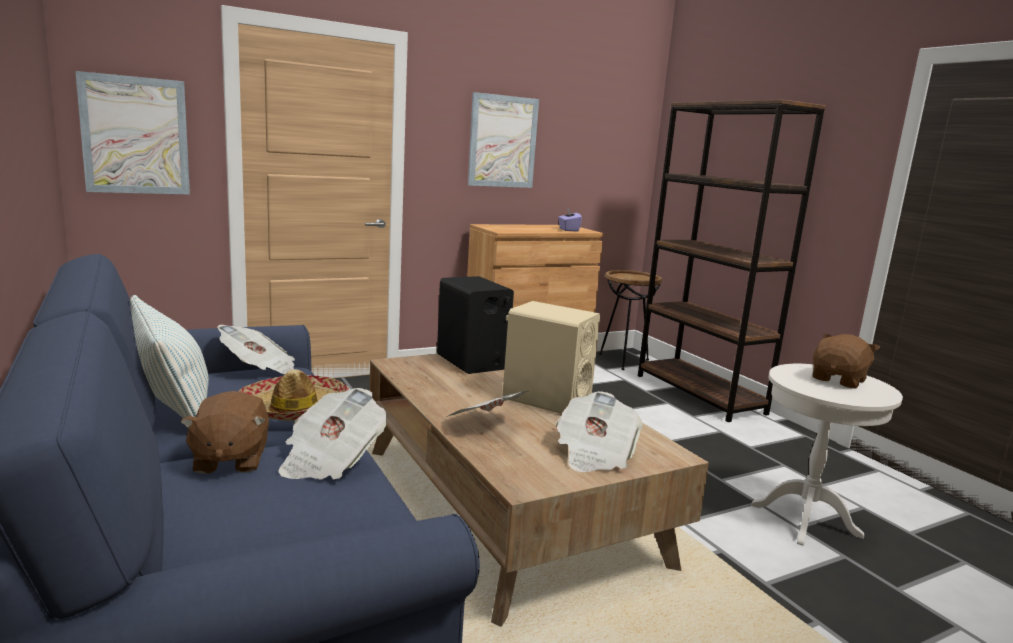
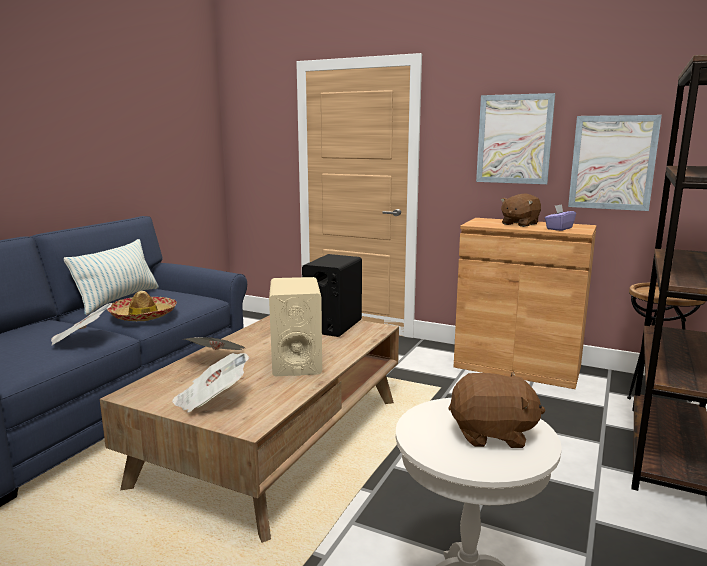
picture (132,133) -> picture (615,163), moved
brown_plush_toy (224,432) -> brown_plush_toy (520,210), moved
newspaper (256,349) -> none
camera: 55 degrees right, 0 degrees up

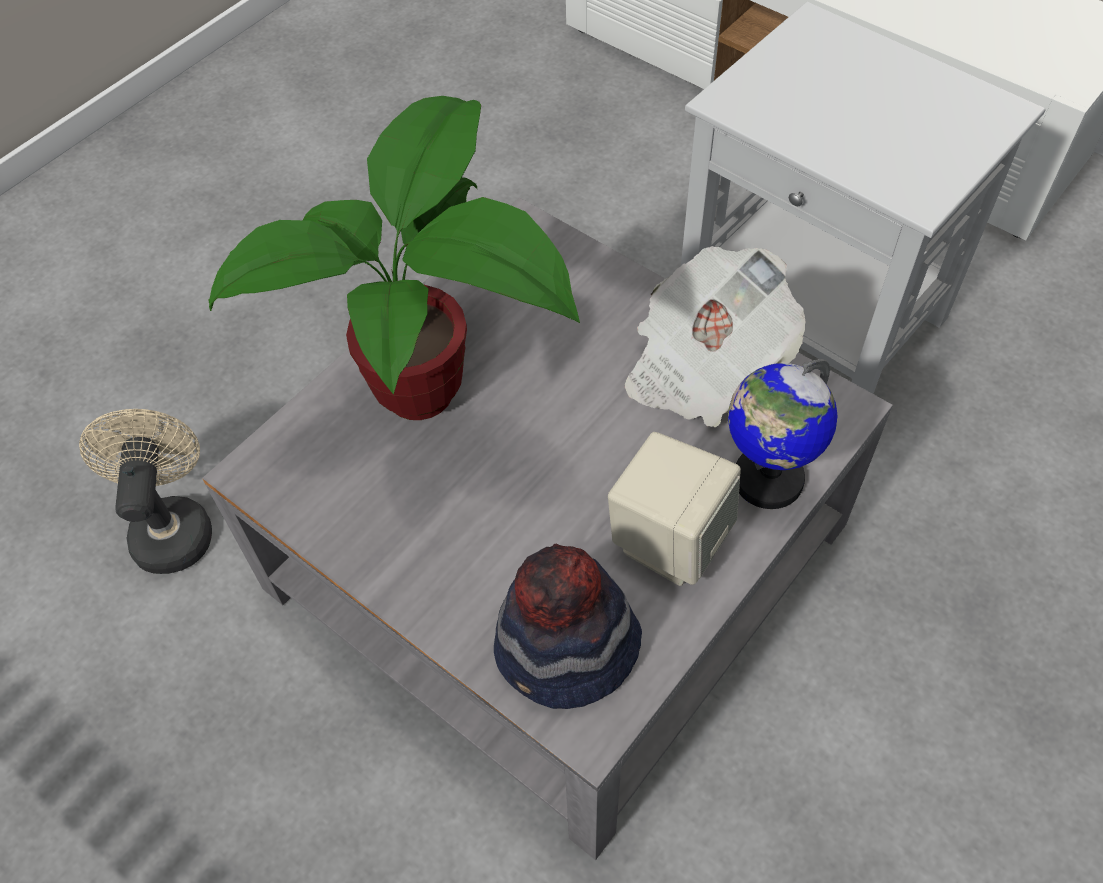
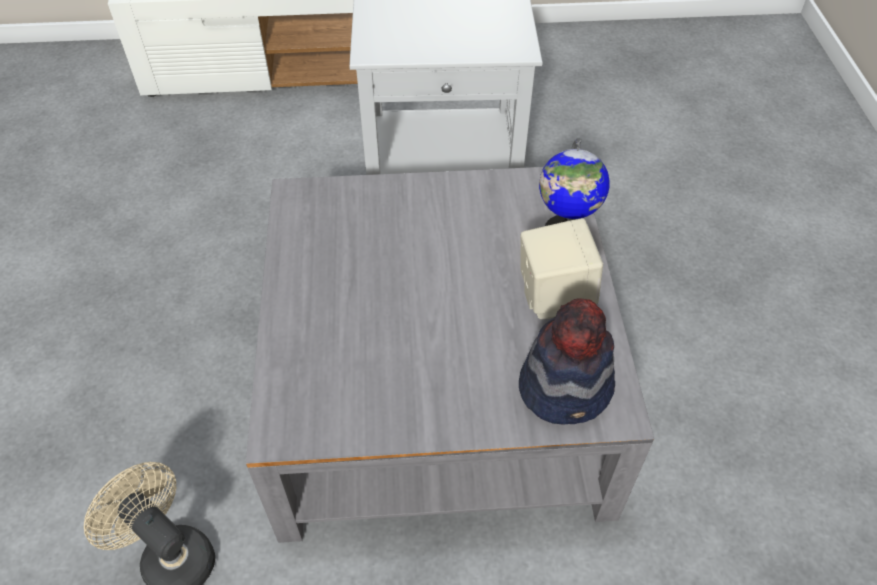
potted_plant (394,258) -> none
newspaper (715,336) -> none
camera: 45 degrees left, 5 degrees down

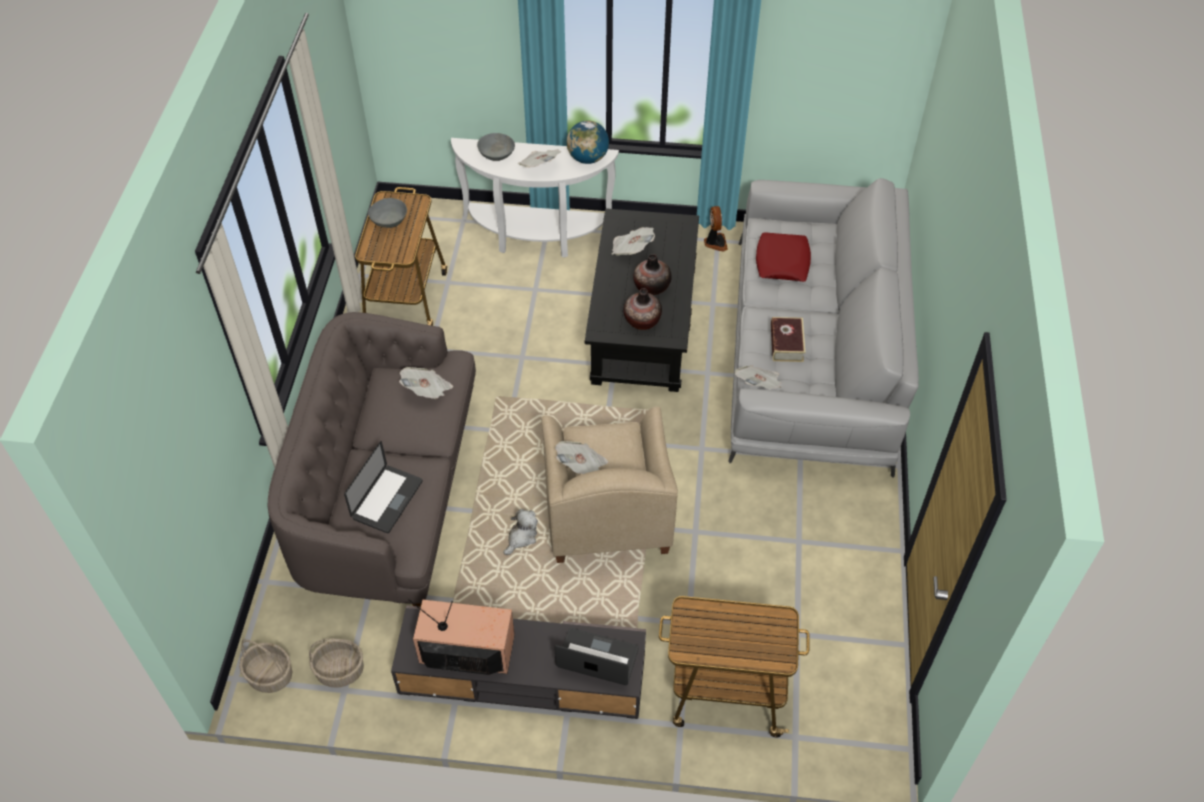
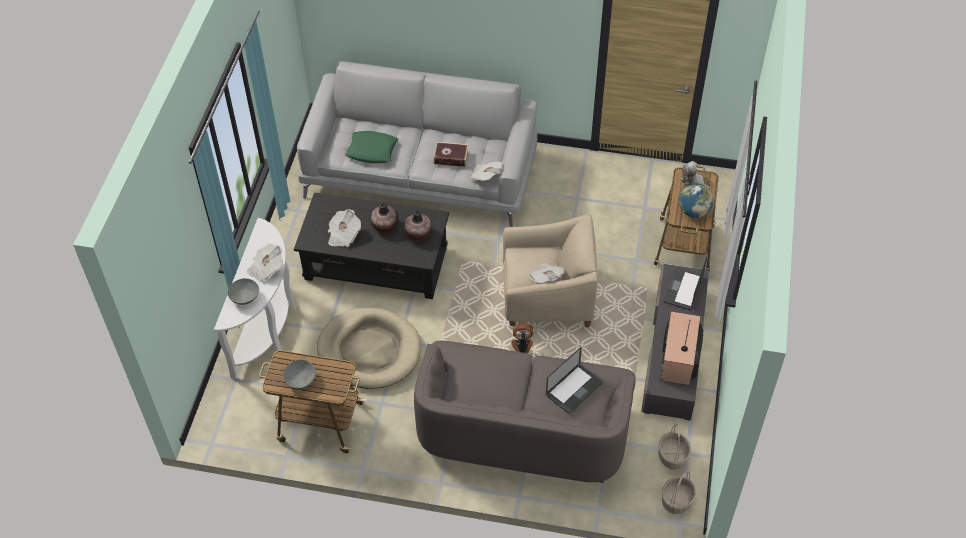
laptop (383,487) -> laptop (574,380), 105 degrees clockwise
newspaper (426,383) -> none
plush_toy (521,532) -> plush_toy (695,175), moved
globe (588,142) -> globe (696,201), moved
fan (716,228) -> fan (522,338), moved
red_pillow (783,257) -> green_pillow (371,147)
none -> beige_dog_bed (369,348)
camera: 85 degrees left, 0 degrees up

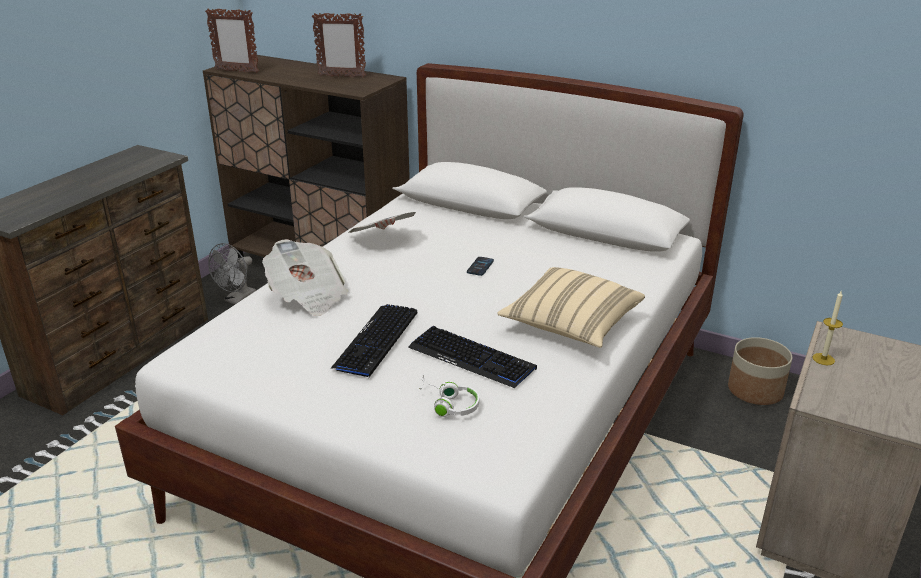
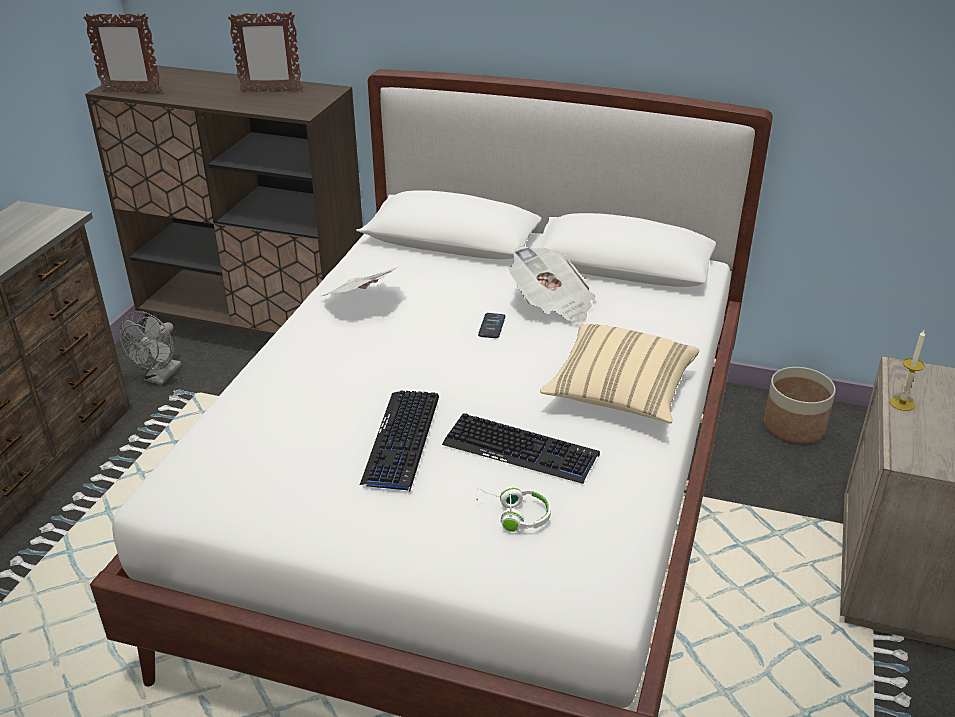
newspaper (305,277) -> newspaper (552,286), moved
camera: 10 degrees left, 5 degrees up

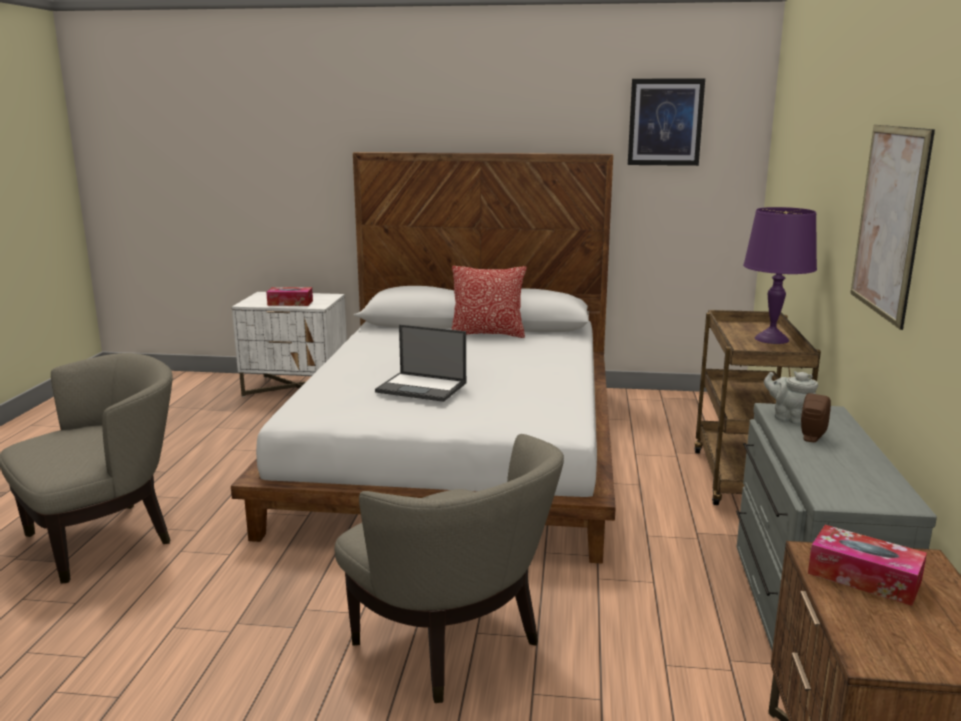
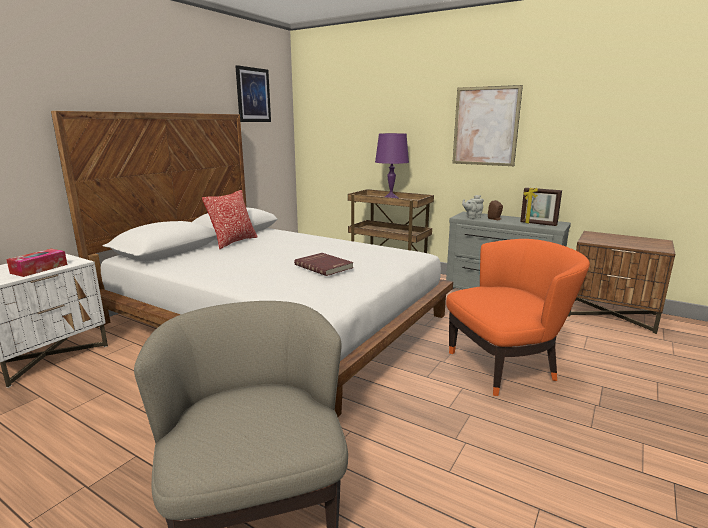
beige_armchair (449,568) -> orange_armchair (518,317)
laptop (420,363) -> red_book (324,264)
tissue_box (867,565) -> none
none -> picture_frame (541,207)
camera: 65 degrees left, 0 degrees up

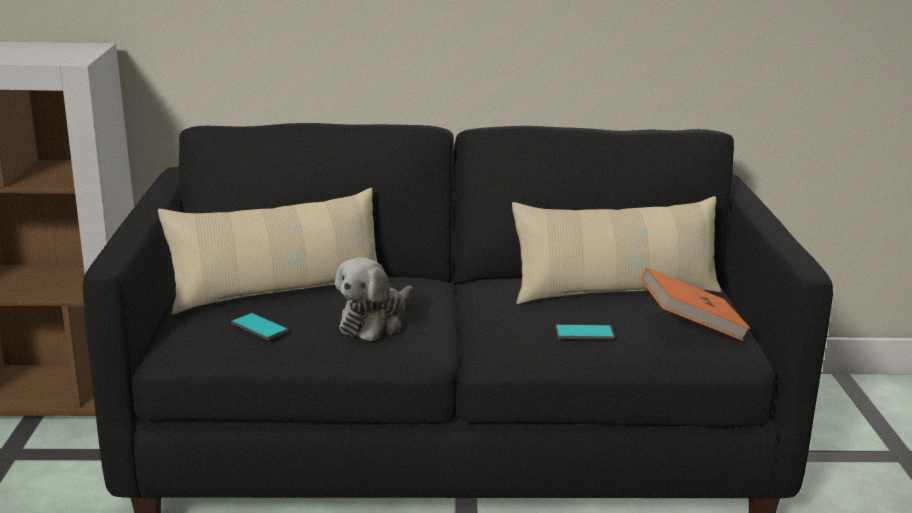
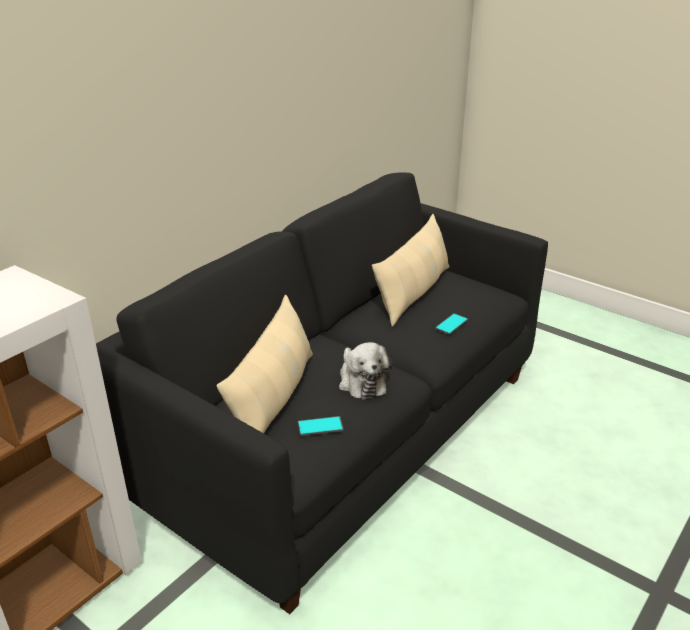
orange_book (695,304) -> none
camera: 50 degrees left, 10 degrees up

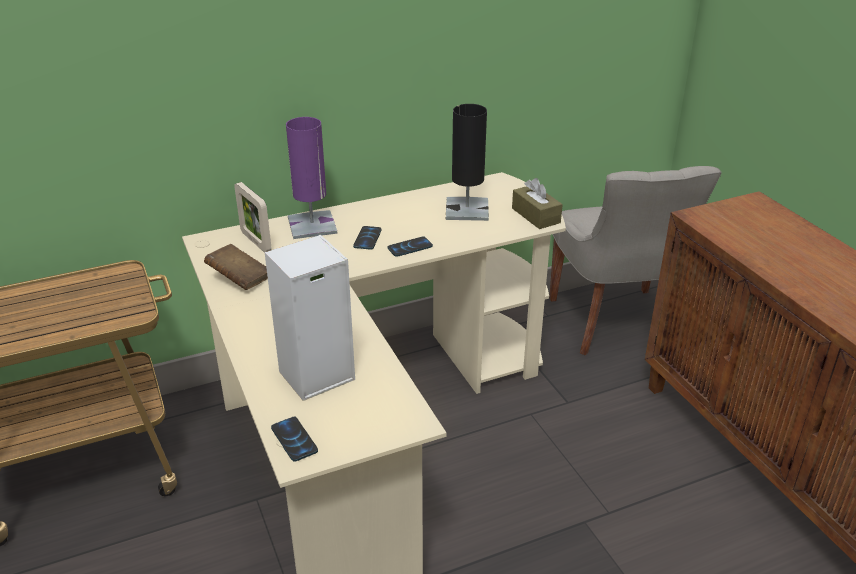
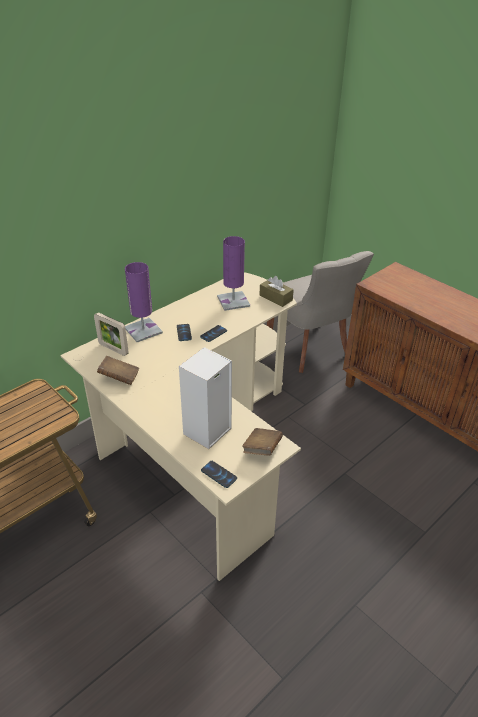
black_table_lamp (467,162) -> purple_table_lamp (233,273)
none -> brown_book (262,442)
camera: 20 degrees left, 5 degrees up

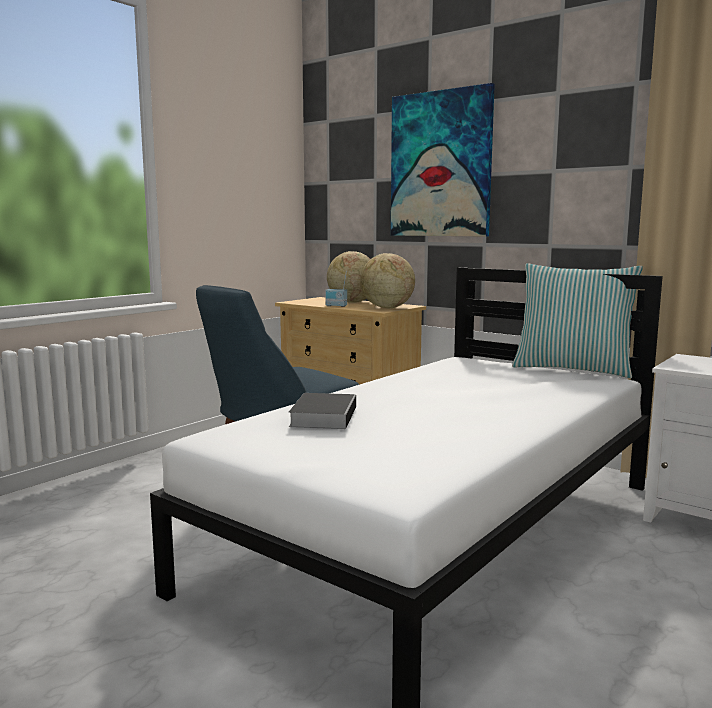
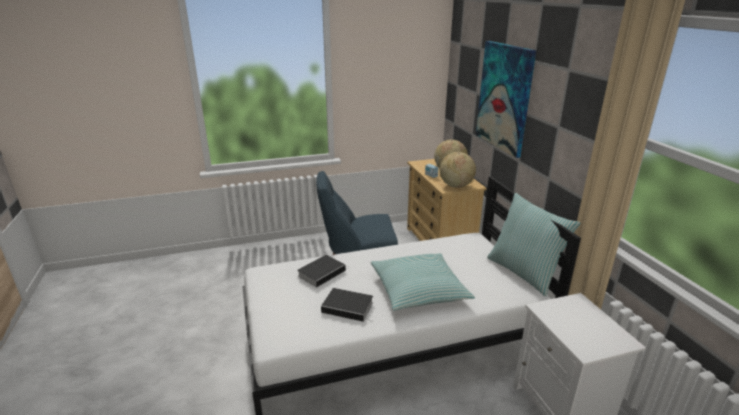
none -> book (347,305)
none -> pillow (423,282)
camera: 35 degrees right, 15 degrees up

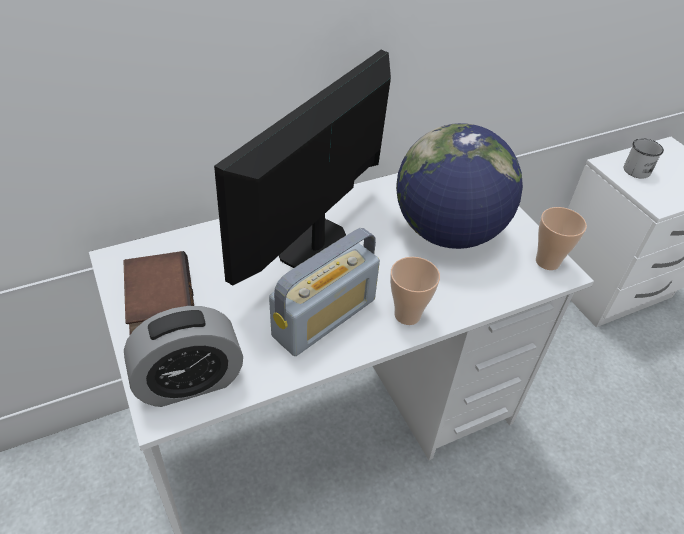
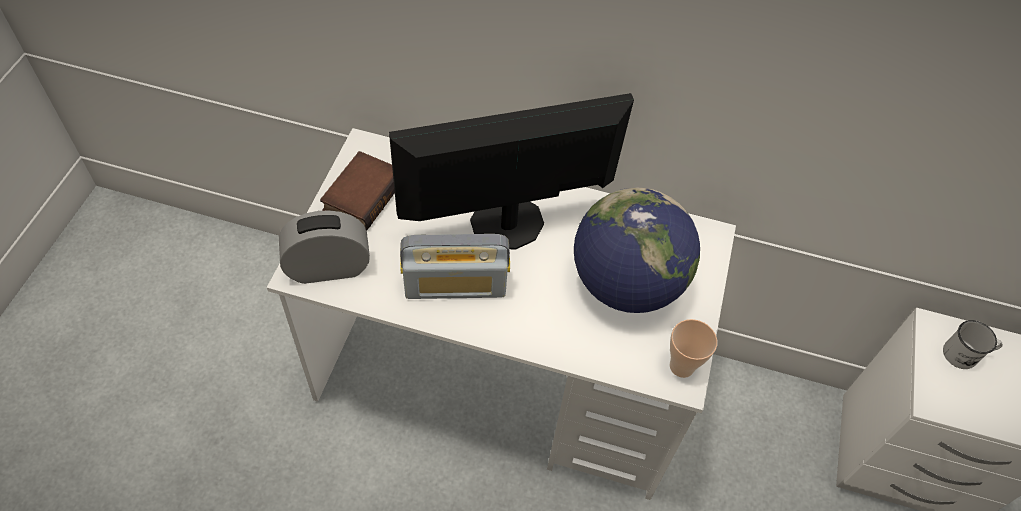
alarm_clock (183,356) -> alarm_clock (324,247), 150 degrees clockwise
cup (415,291) -> none
camera: 40 degrees right, 10 degrees up

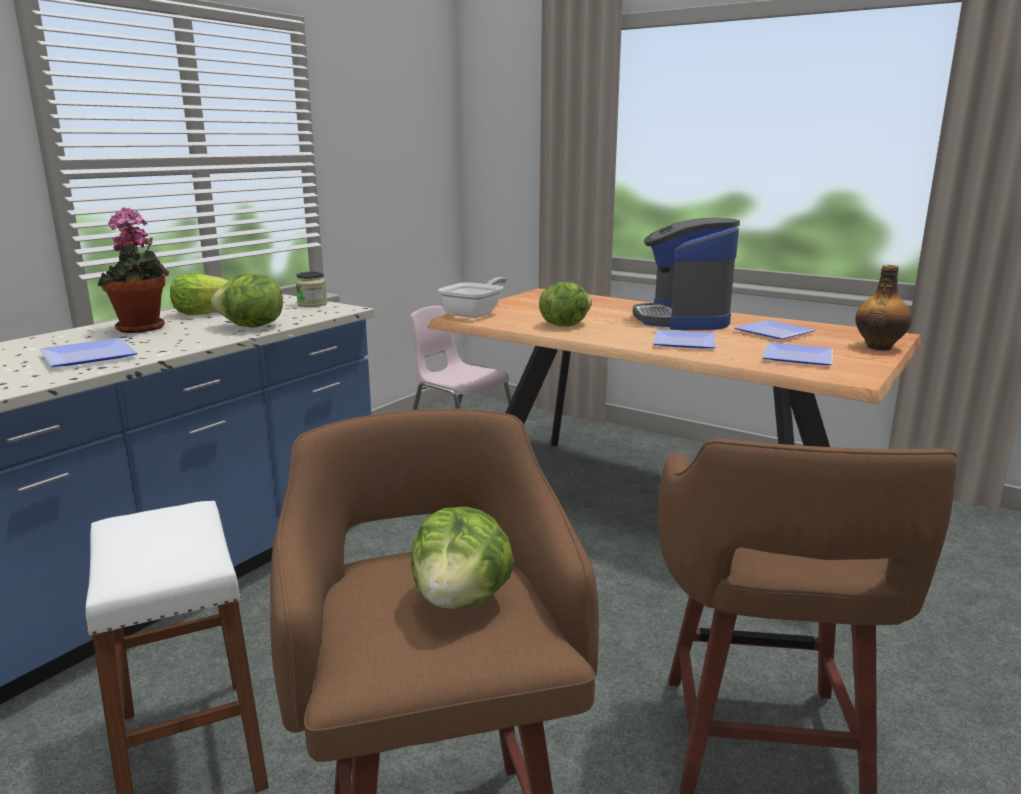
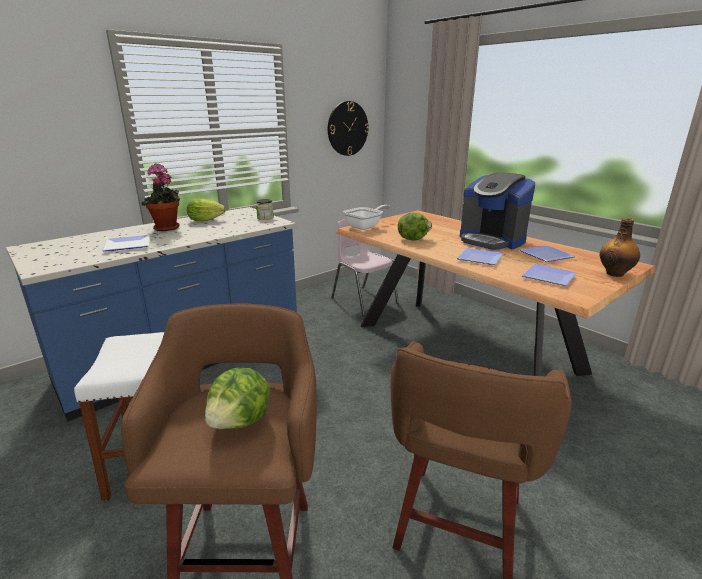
lettuce (247,300) -> none
coffee_machine (686,274) -> coffee_machine (497,211), 60 degrees counterclockwise
none -> wall_clock (348,128)
camera: 15 degrees right, 5 degrees up

